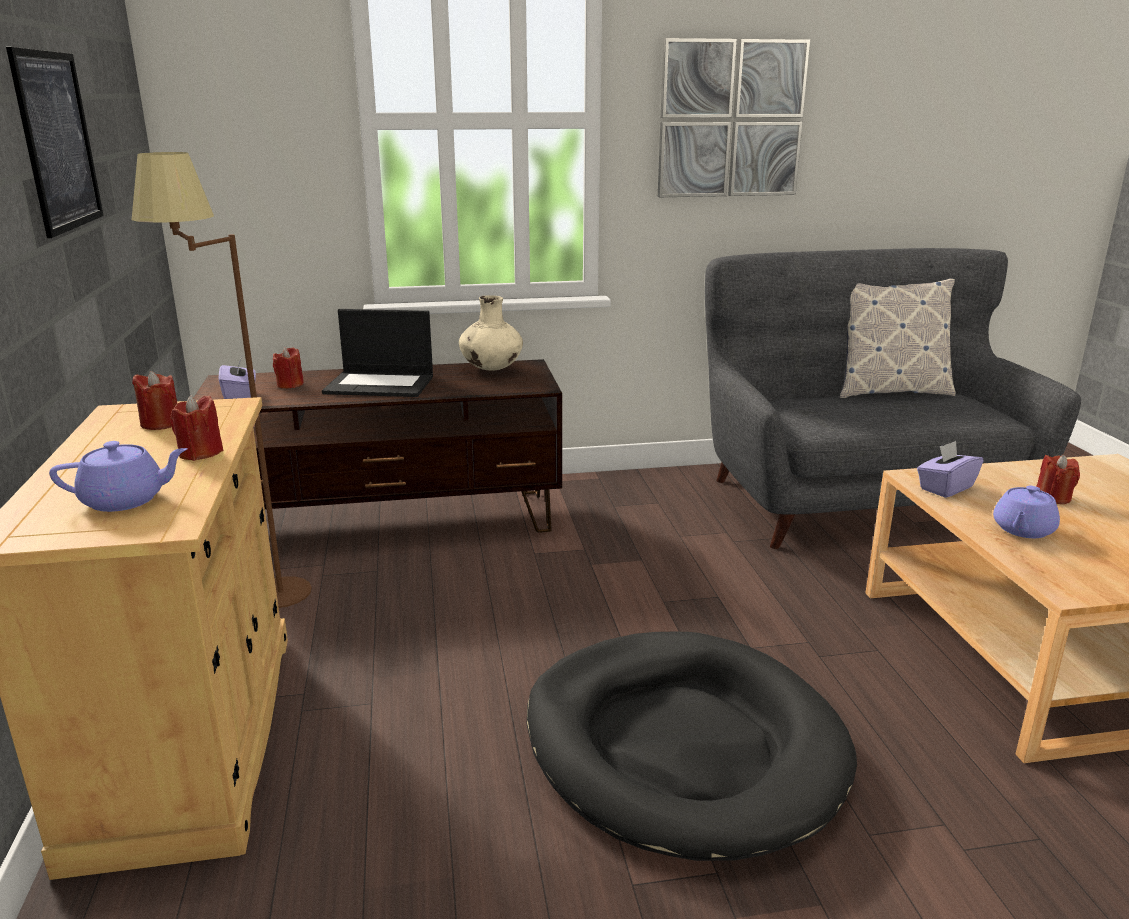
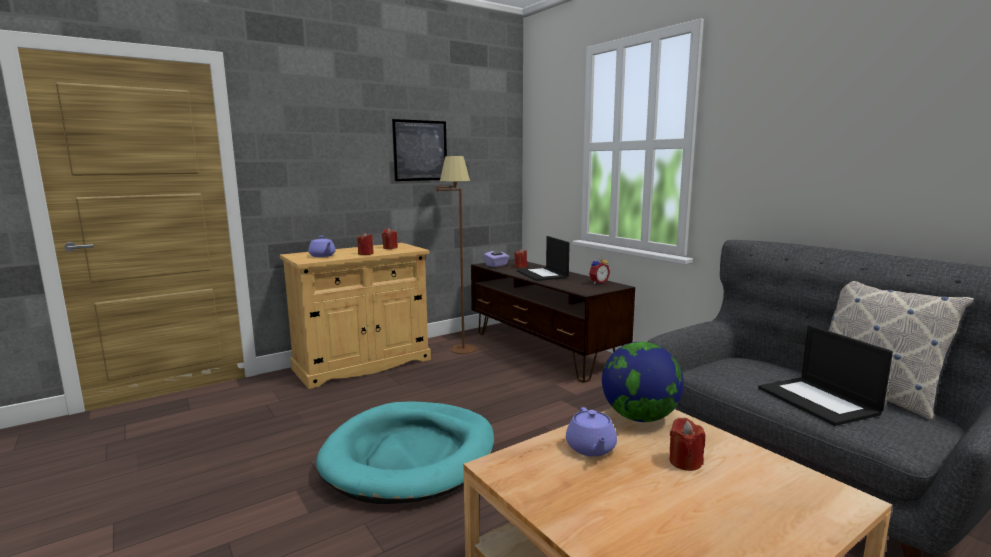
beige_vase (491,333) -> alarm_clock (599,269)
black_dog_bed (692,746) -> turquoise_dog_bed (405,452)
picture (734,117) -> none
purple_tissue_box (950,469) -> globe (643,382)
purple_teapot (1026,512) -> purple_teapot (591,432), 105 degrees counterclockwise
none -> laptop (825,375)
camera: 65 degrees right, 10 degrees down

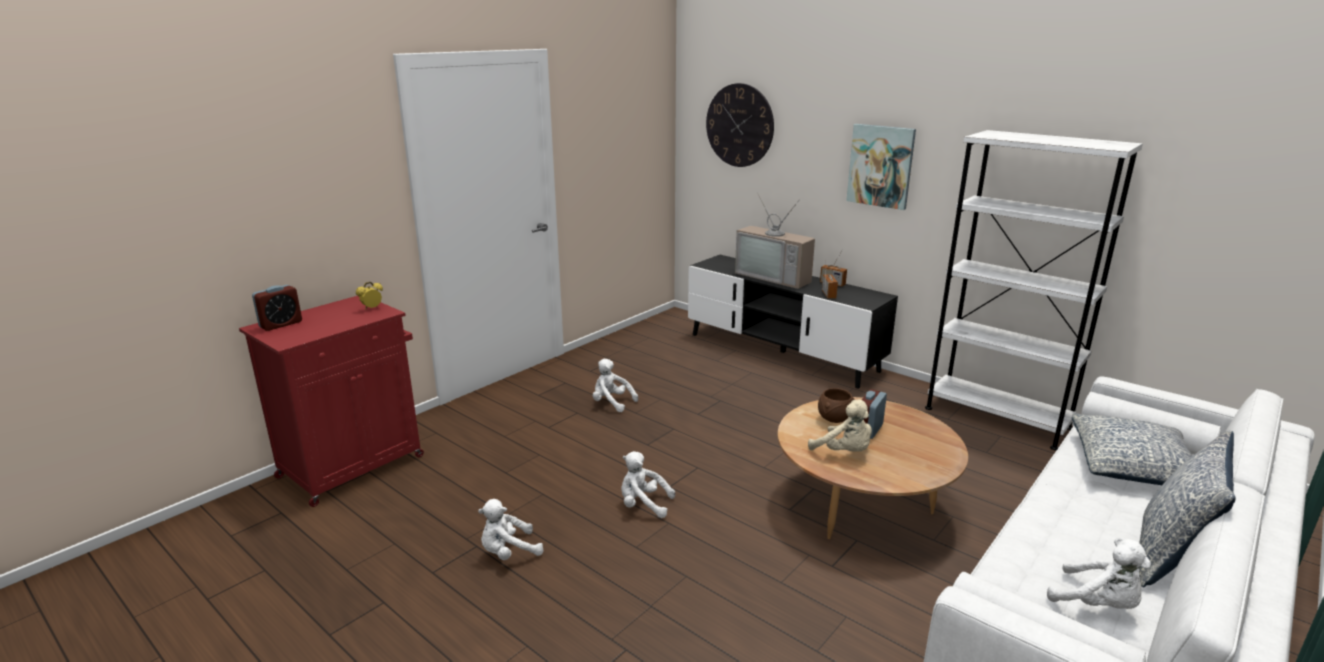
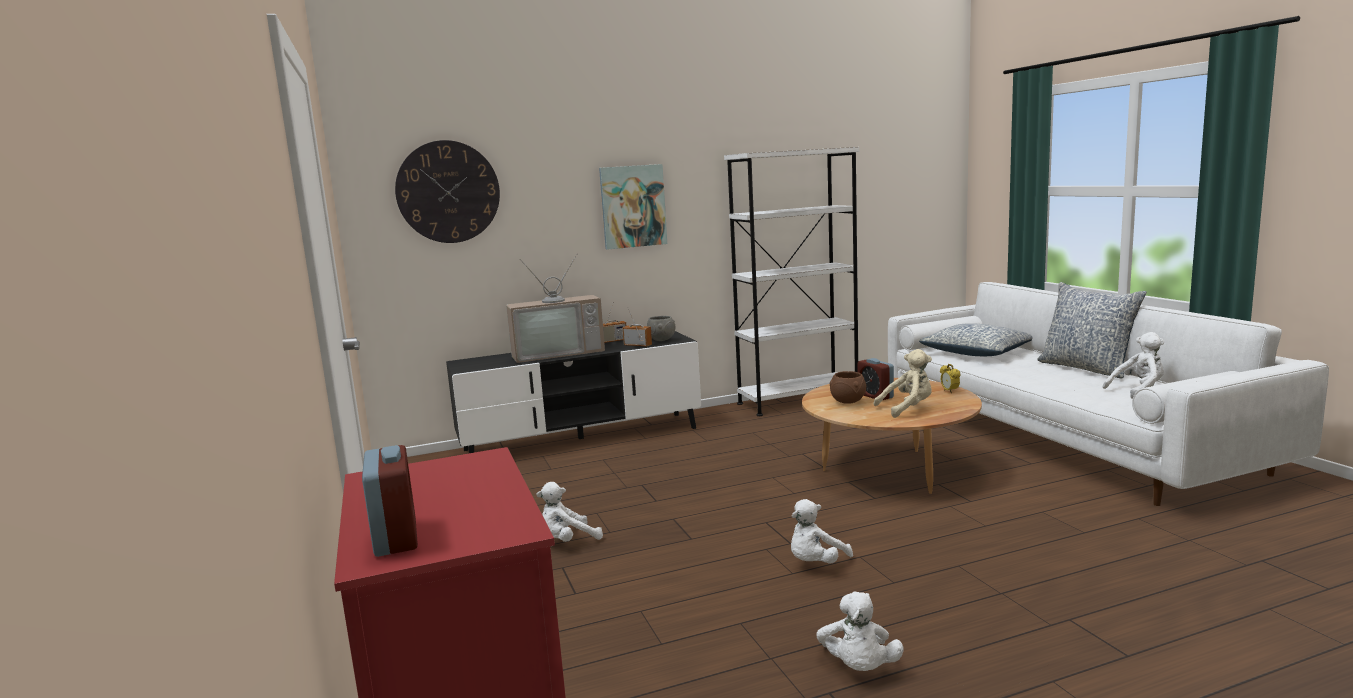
alarm_clock (369,295) -> alarm_clock (950,378), moved
none -> grey_bowl (661,328)
camera: 60 degrees left, 10 degrees down

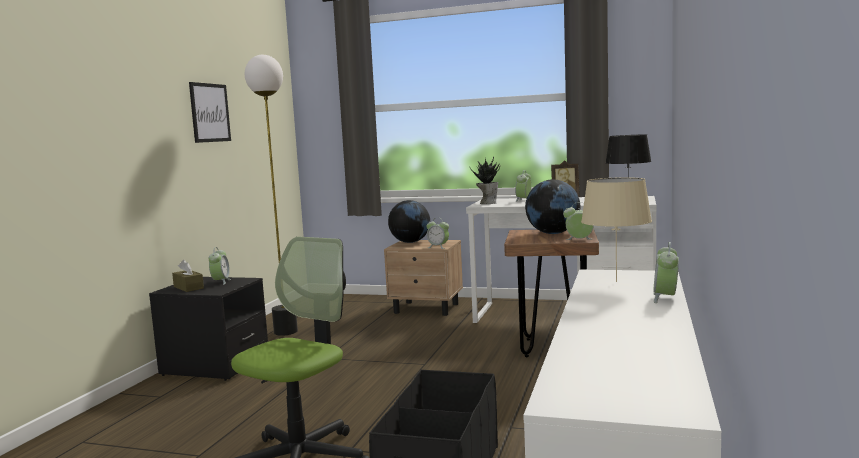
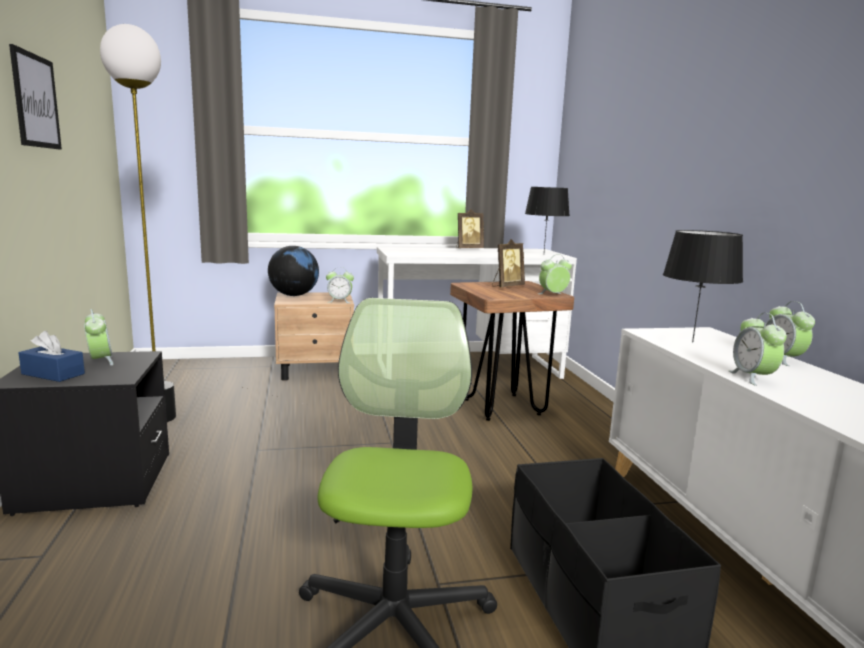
brown_tissue_box (188,276) -> blue_tissue_box (52,356)
potted_plant (485,180) -> none
alarm_clock (523,186) -> alarm_clock (758,349), moved
globe (552,206) -> picture_frame (508,263)
beige_table_lamp (616,229) -> black_table_lamp (703,286)
camera: 30 degrees left, 5 degrees up

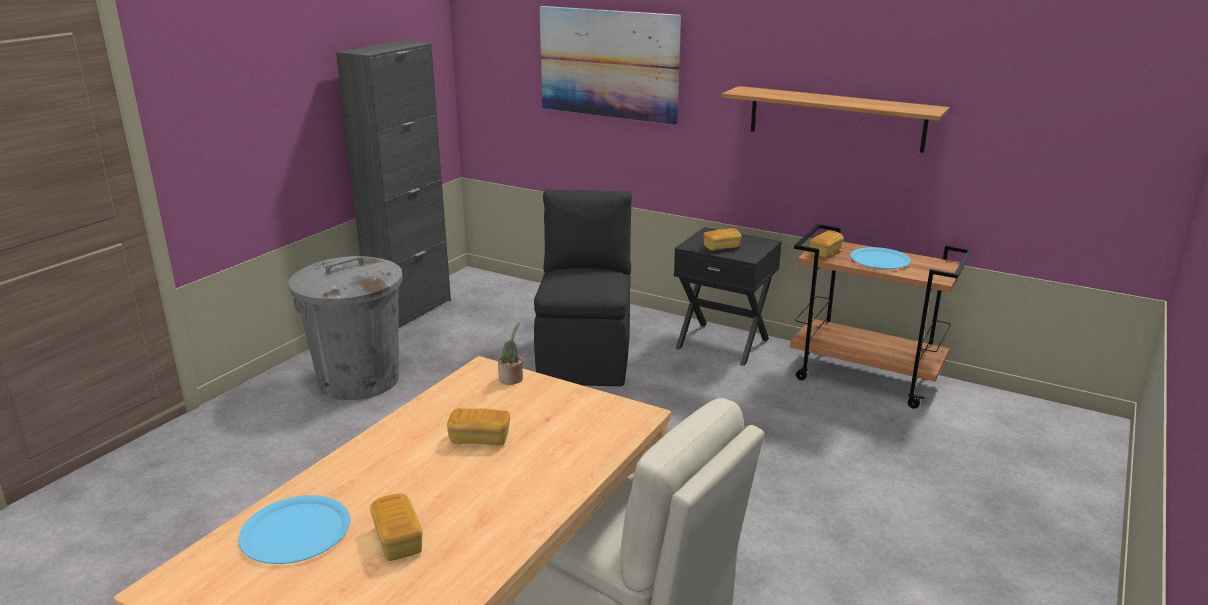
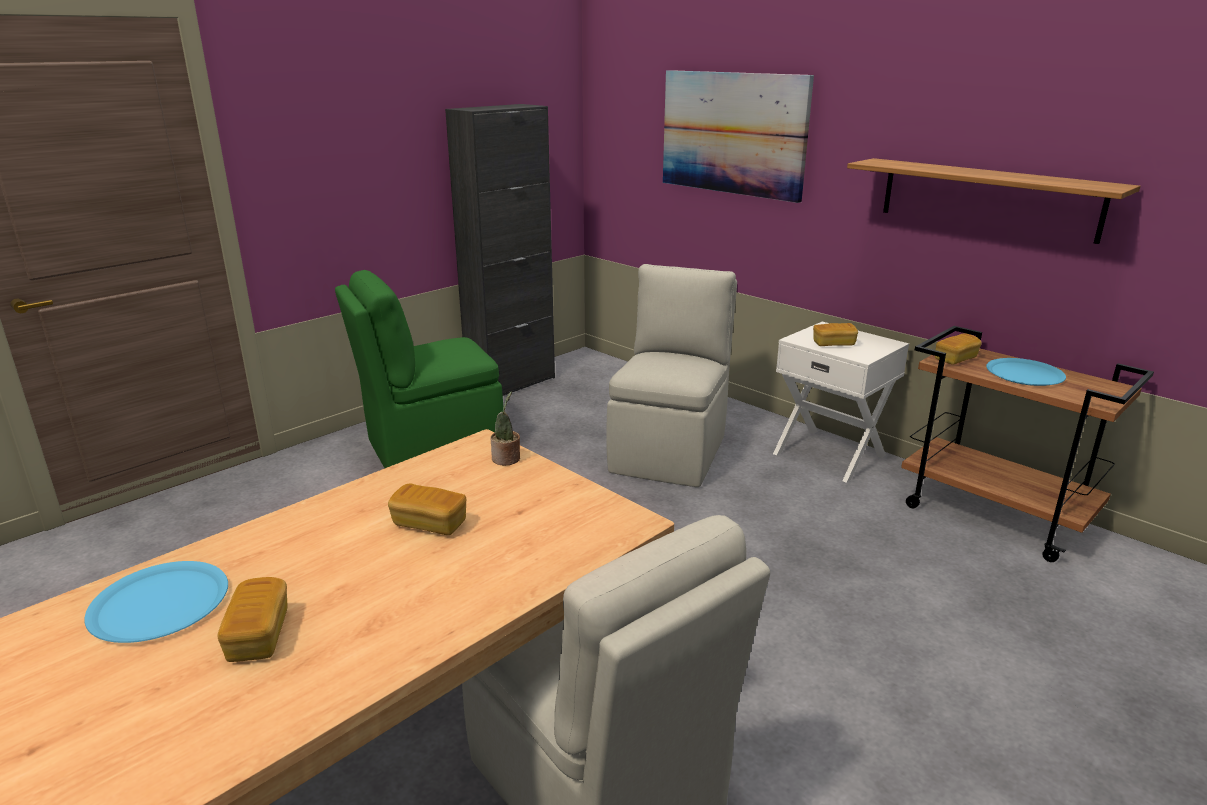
grey_trash_can (345,328) -> green_chair (419,369)
black_chair (583,287) -> beige_chair (671,375)
black_nightstand (728,296) -> white_nightstand (841,402)
camera: 15 degrees right, 0 degrees up

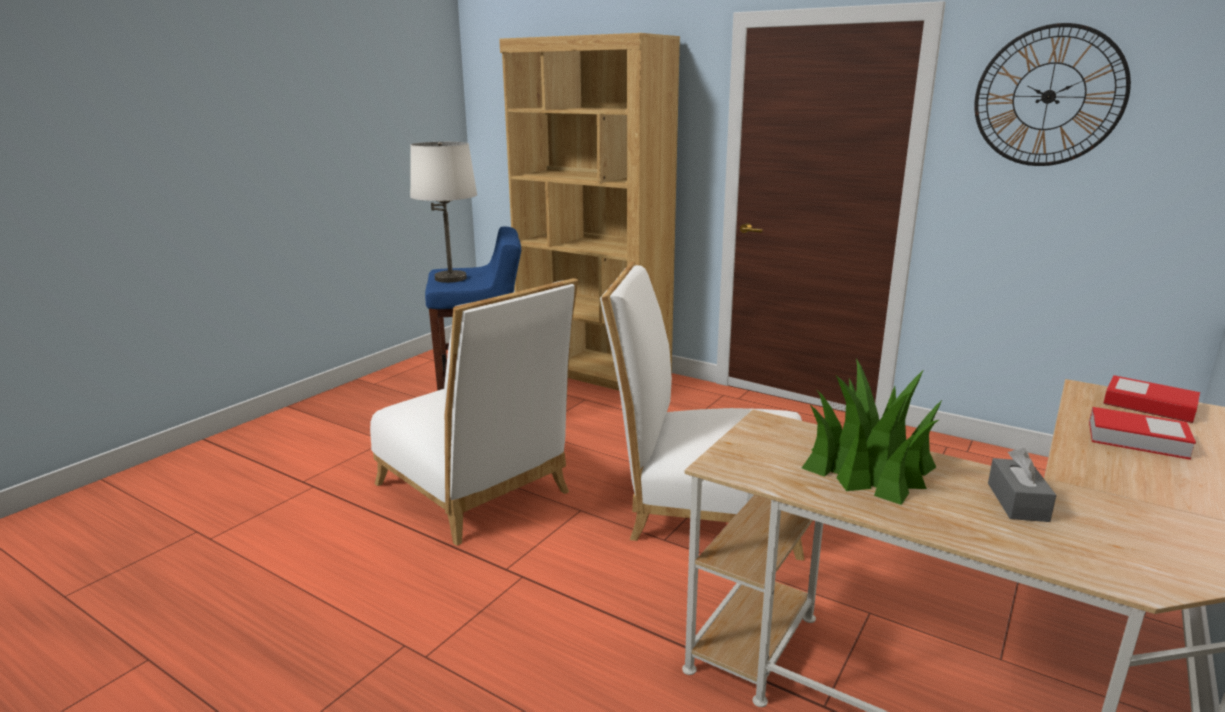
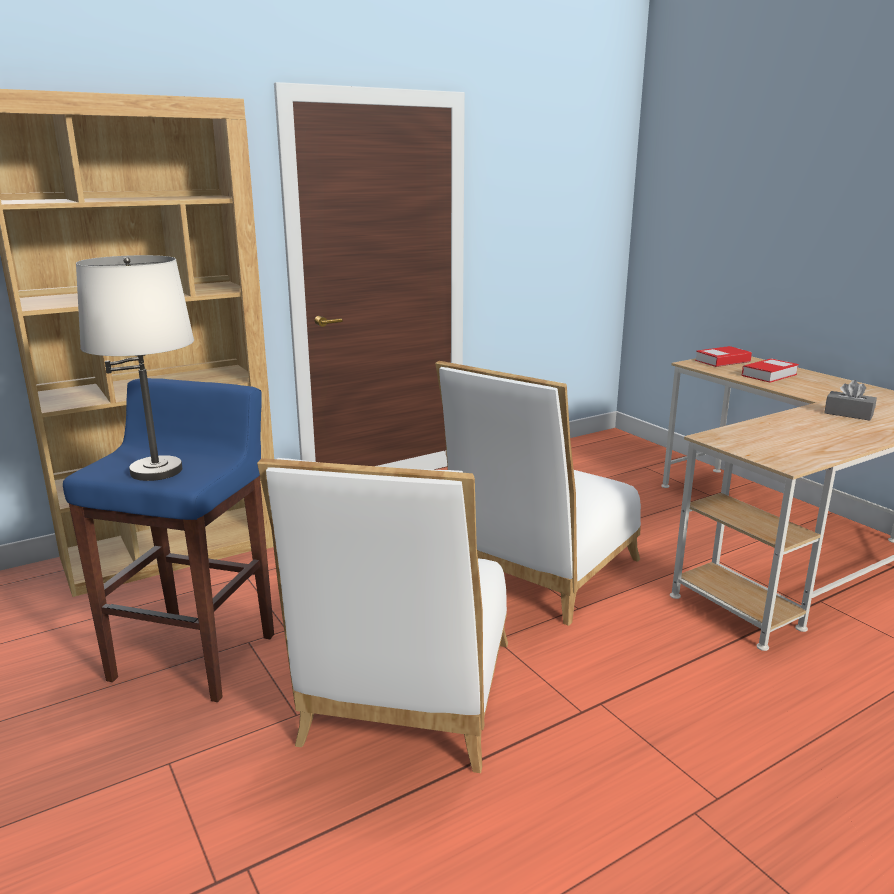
white_chair (474,412) -> white_chair (382,615), 120 degrees clockwise
potted_plant (872,431) -> none
wall_clock (1052,94) -> none
camera: 65 degrees left, 0 degrees up

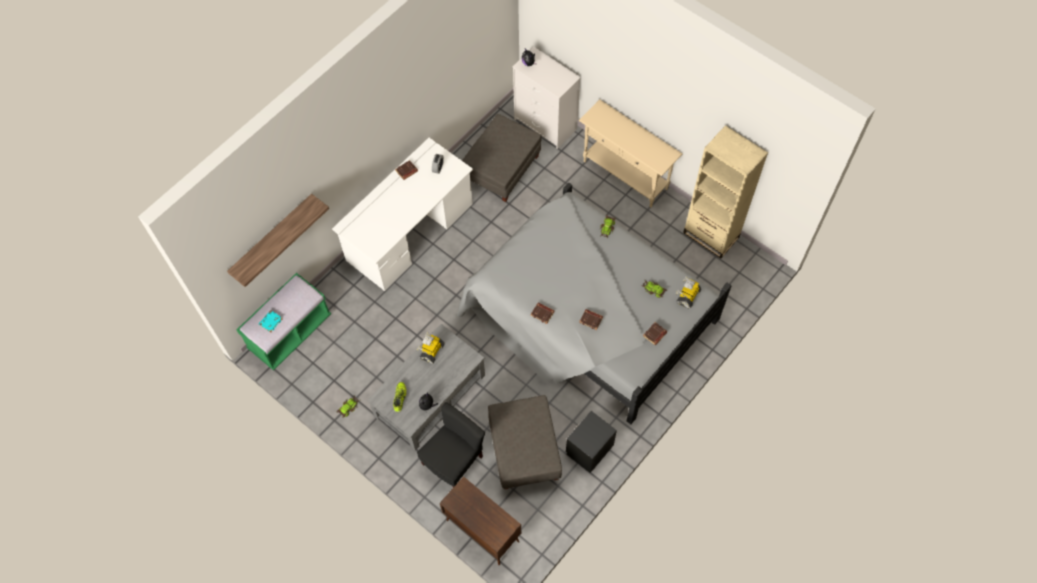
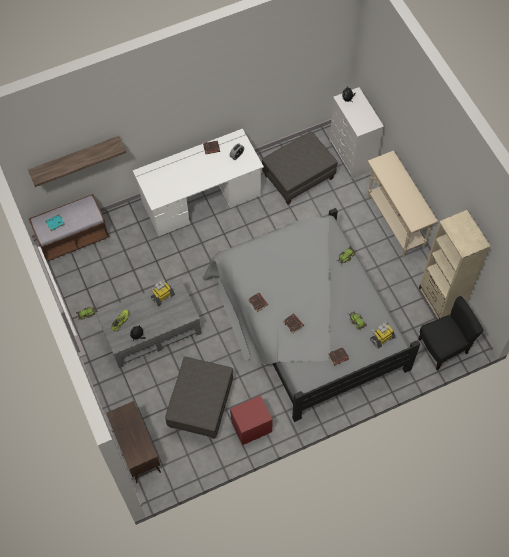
green_bench (284,322) -> brown_bench (69,228)
black_chair (451,445) -> black_chair (451,333), moved
black_nightstand (591,442) -> red_nightstand (251,420)
camera: 25 degrees right, 0 degrees up

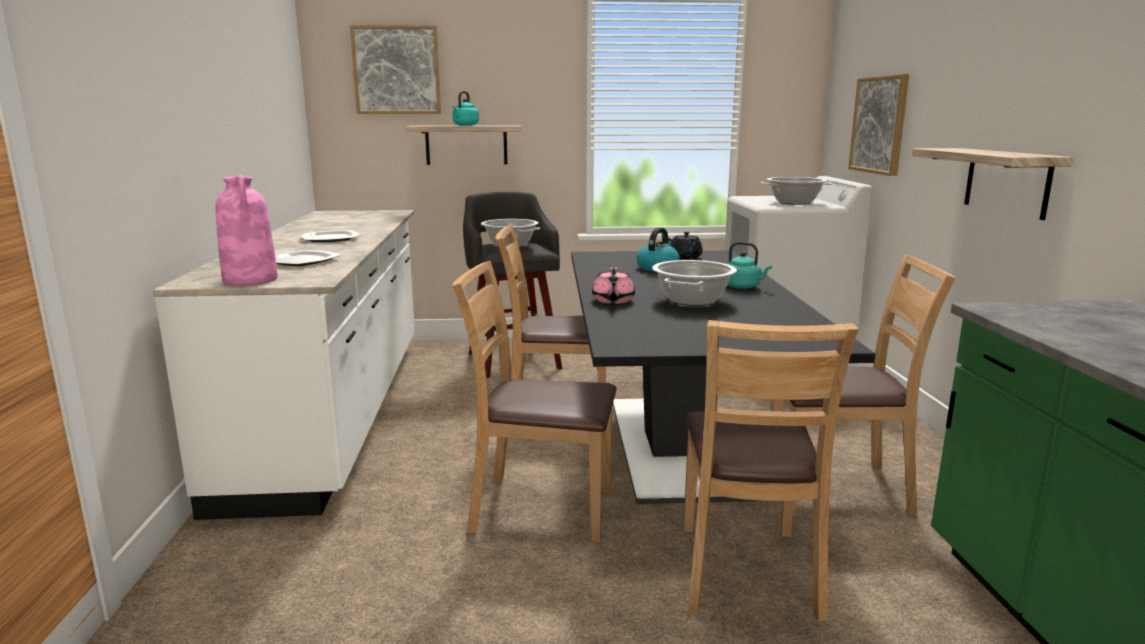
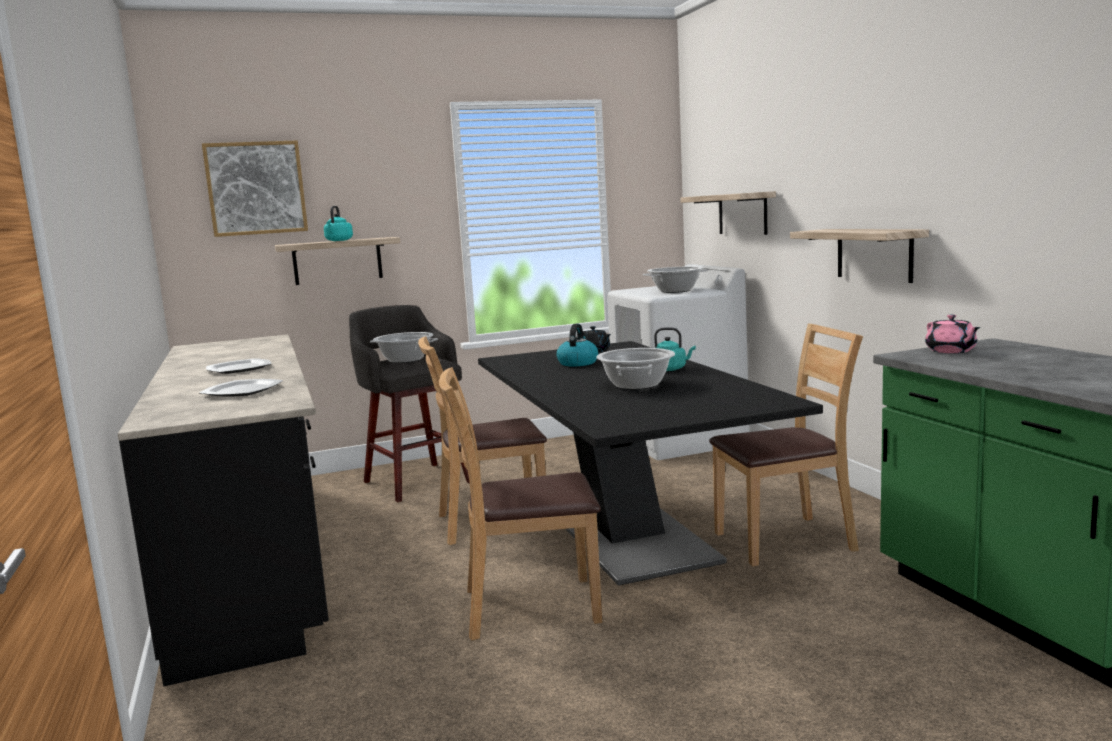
white_counter (284,365) -> black_counter (223,510)
pink_vase (246,230) -> none
pink_teapot (613,285) -> pink_teapot (953,333), moved
brown_chair (771,471) -> none
picture (878,125) -> shelf (728,213)
camera: 15 degrees left, 5 degrees down

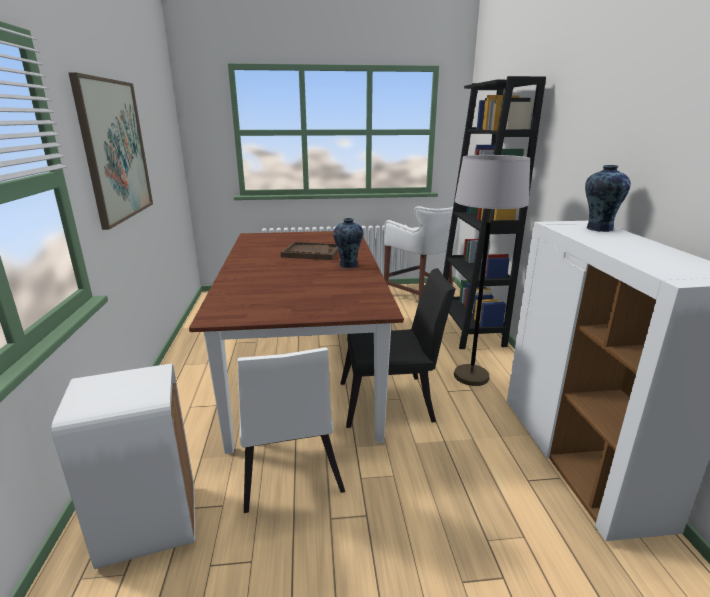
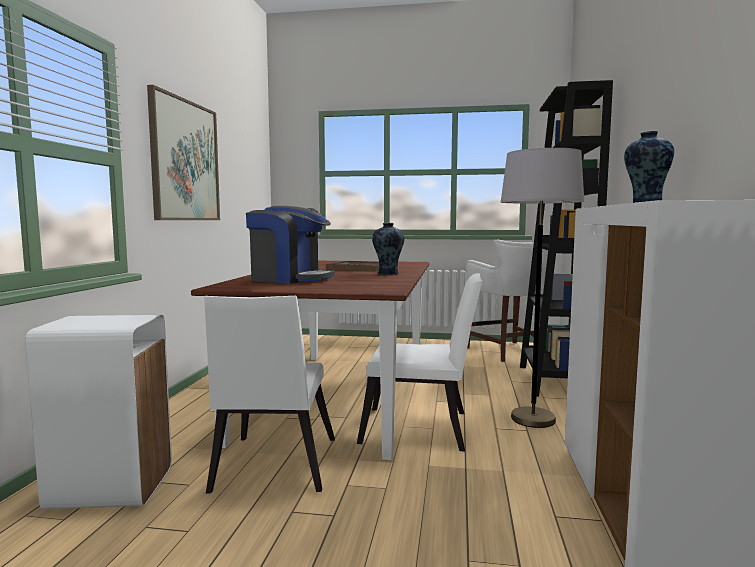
black_chair (398,348) -> white_chair (419,362)
none -> coffee_machine (290,245)
camera: 15 degrees right, 15 degrees down

